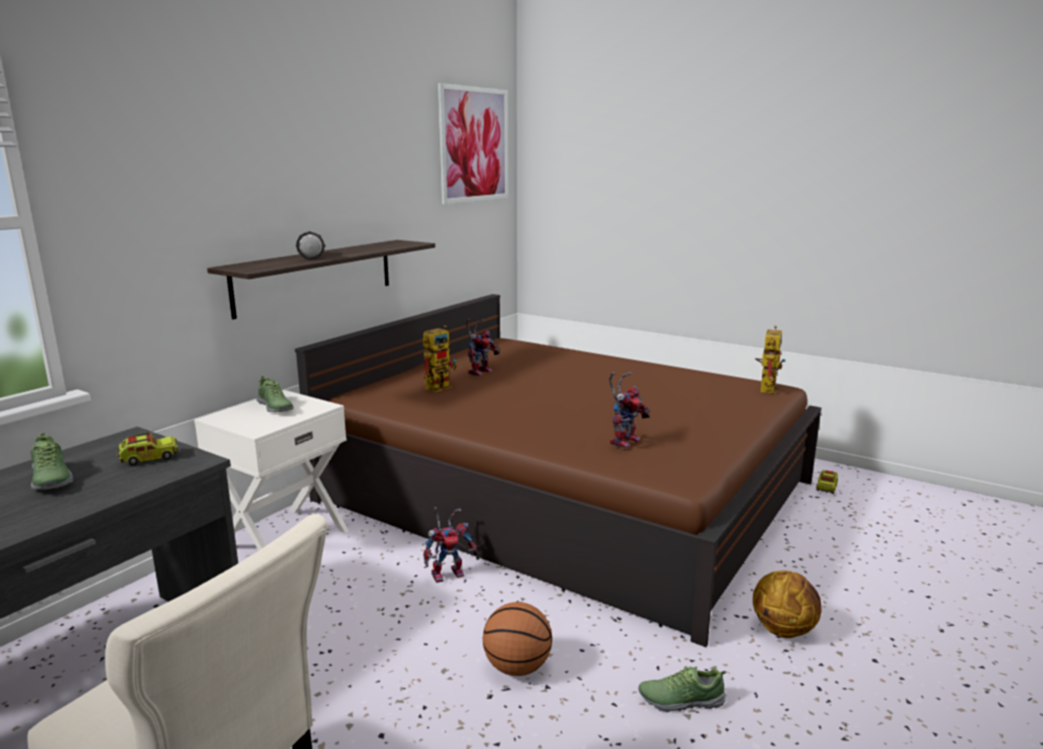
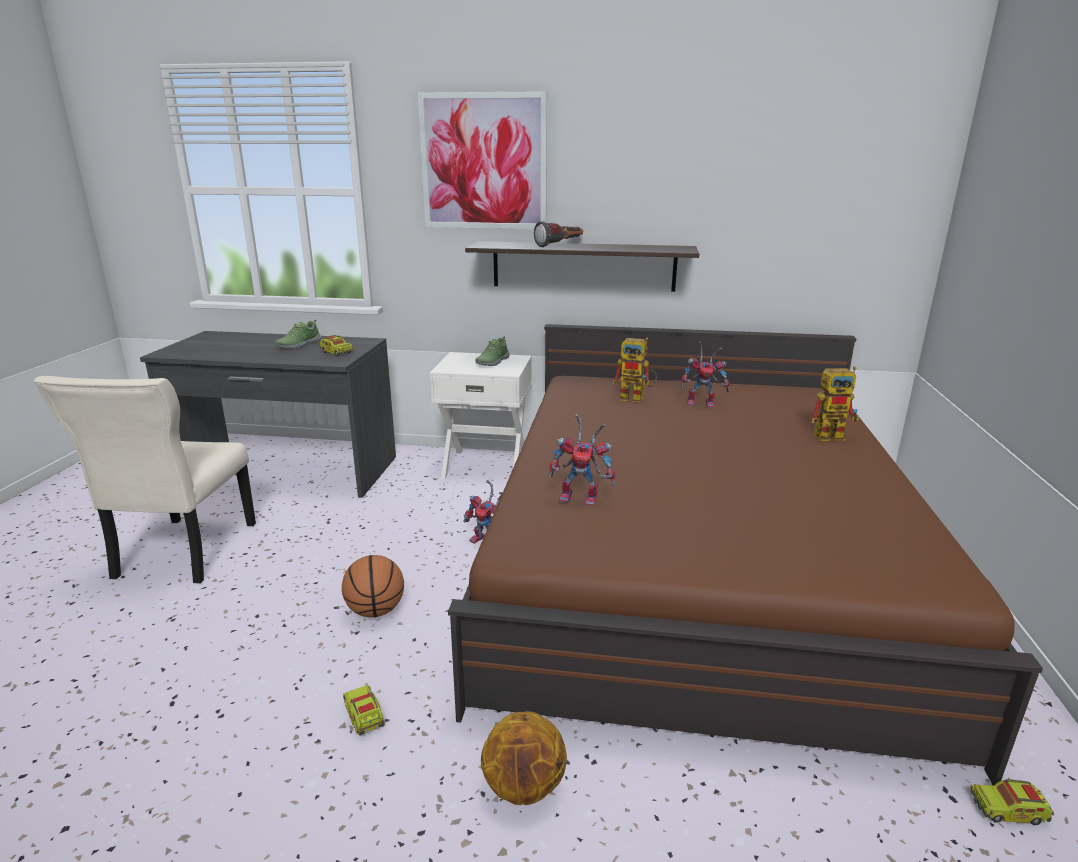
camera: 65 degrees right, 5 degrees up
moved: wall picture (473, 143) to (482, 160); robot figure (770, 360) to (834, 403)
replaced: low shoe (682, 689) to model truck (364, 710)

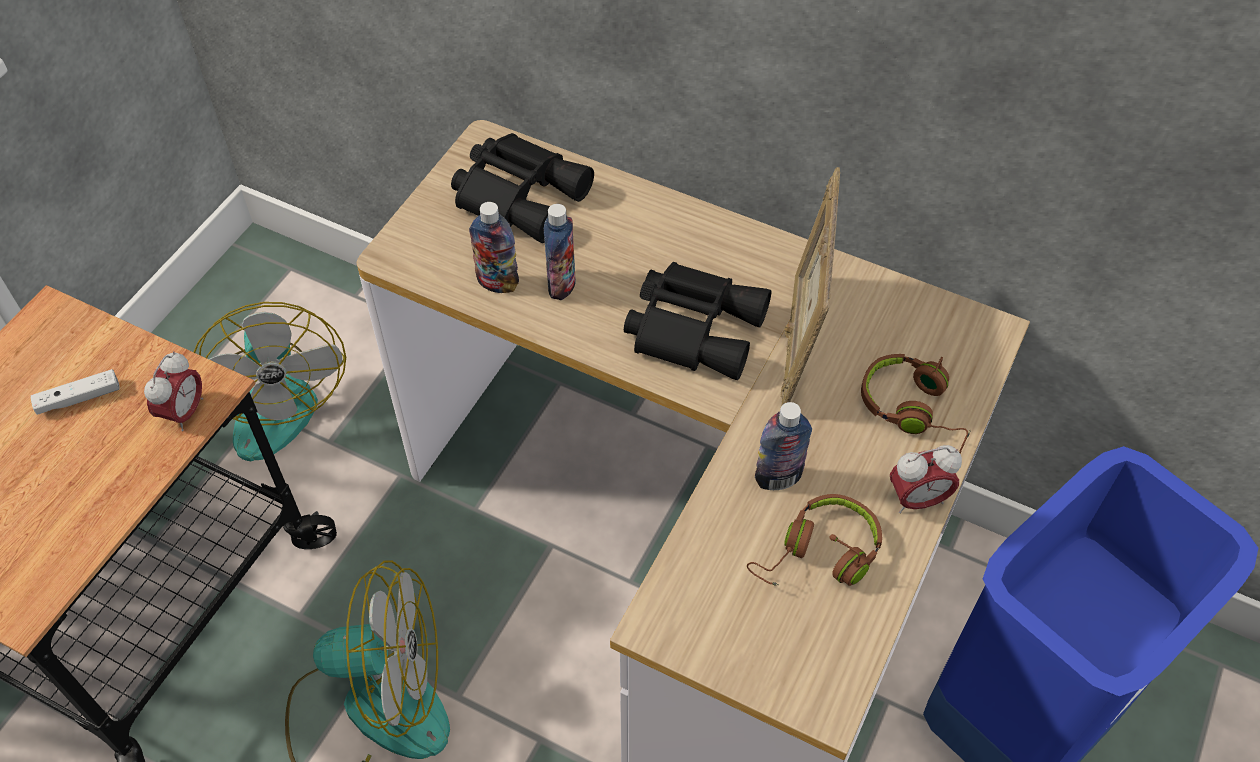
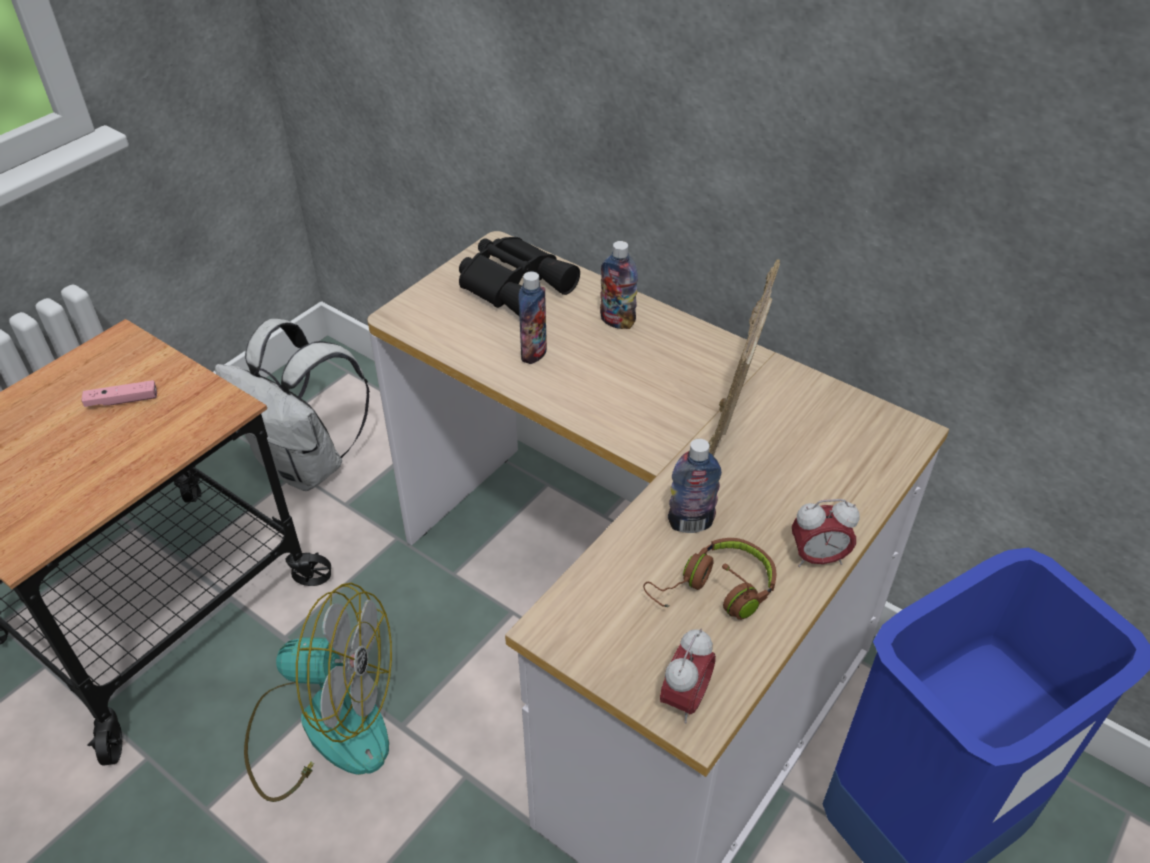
camera: 10 degrees right, 10 degrees down
removed: binoculars/blackish (697, 321); headphones/brownish (916, 403)
moved: drink bottle (494, 247) to (619, 285); table clock (173, 391) to (688, 676)
replaced: electric fan (270, 381) to rucksack/white (292, 405)
recoloured: game controller/white (75, 392) to game controller/pink (119, 393)

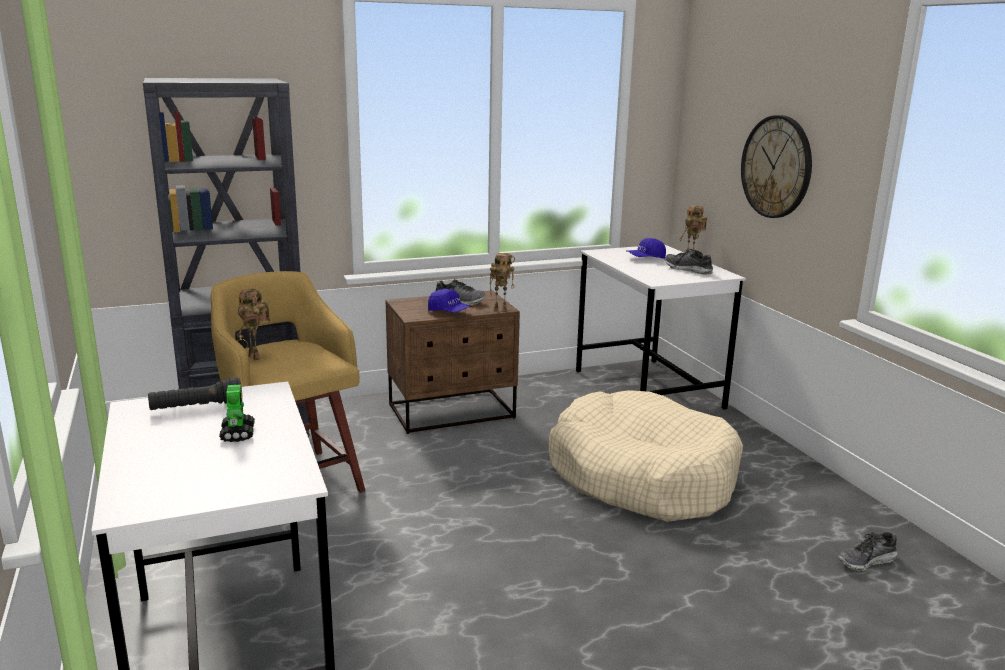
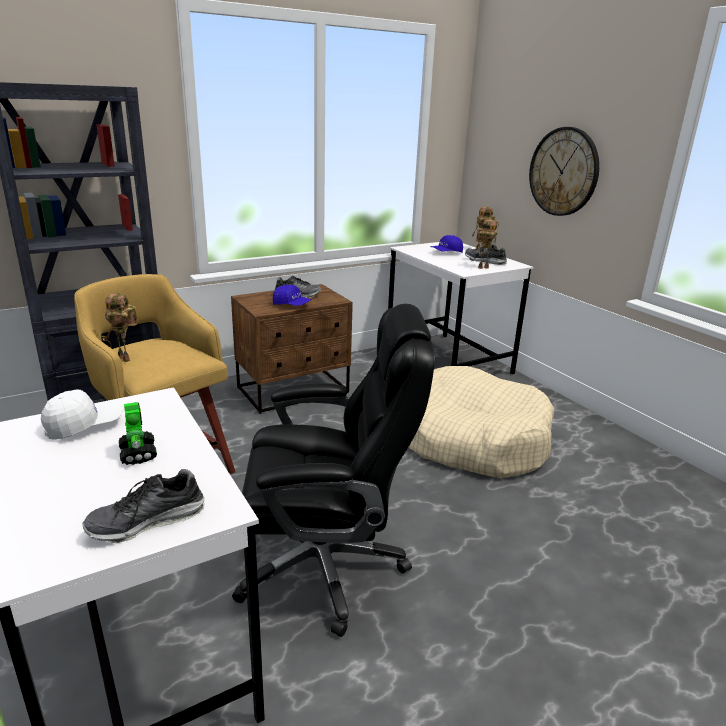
camera: 10 degrees left, 5 degrees up
added: desk chair/blackish (333, 470)
moved: low shoe (868, 550) to (143, 506); robot figure (502, 282) to (487, 244)
replaced: torch/blackish (194, 393) to baseball cap/white (82, 415)

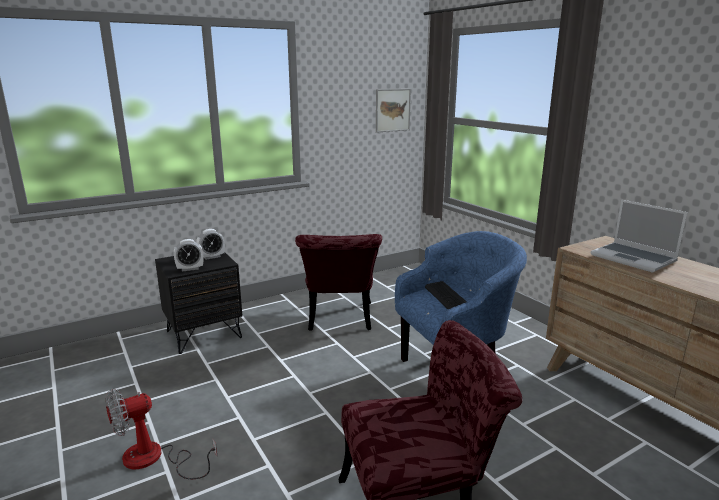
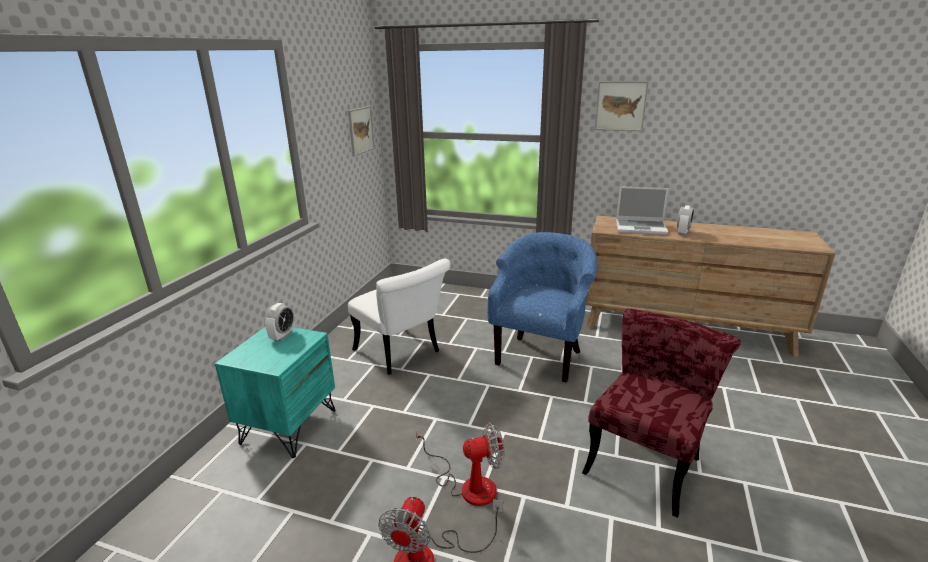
camera: 40 degrees left, 5 degrees up
removed: PC keyboard (446, 295)
added: electric fan (460, 464); wall picture (622, 106)
moved: table clock (188, 255) to (685, 220)
recoloured: bedside table/blackish (199, 303) to bedside table/turquoise-coloured (275, 392); chair/red (338, 282) to chair/white (399, 316)

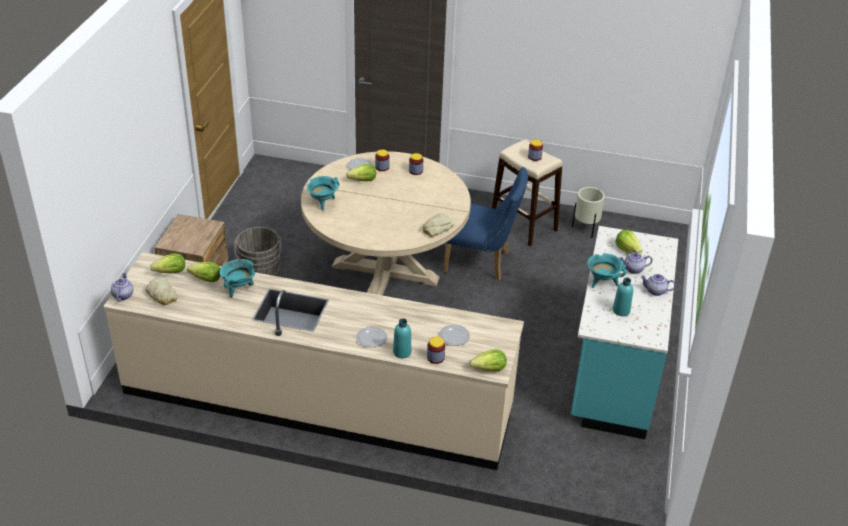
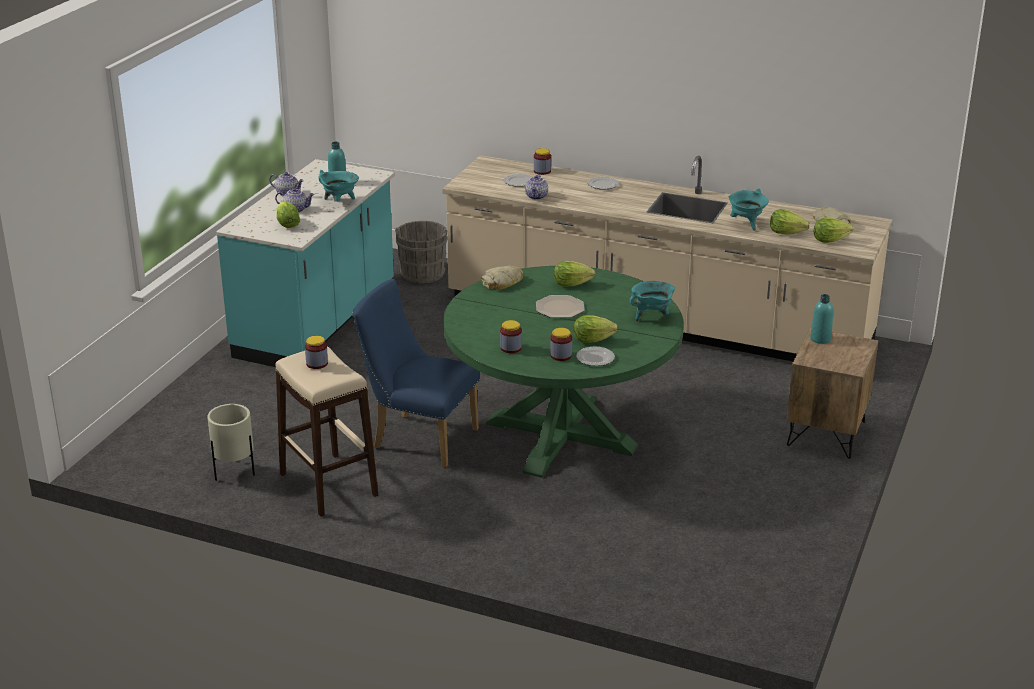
camera: 170 degrees left, 10 degrees down
added: dinner plate (560, 306)
moved: bucket/gray (257, 251) to (421, 252); tea pot (122, 287) to (536, 187); lettuce head (488, 360) to (575, 274); drink bottle/turquoise-coloured (402, 338) to (821, 319)
recoloured: kitchen table/sand-coloured (386, 223) to kitchen table/green-coloured (563, 372)

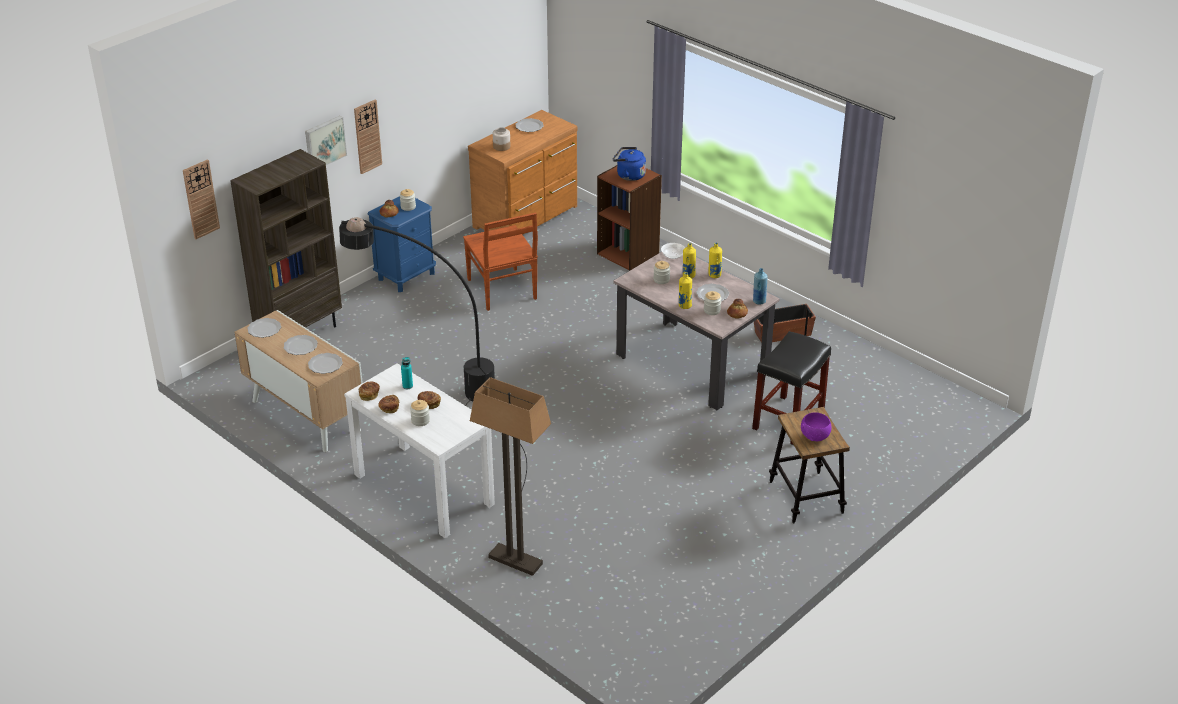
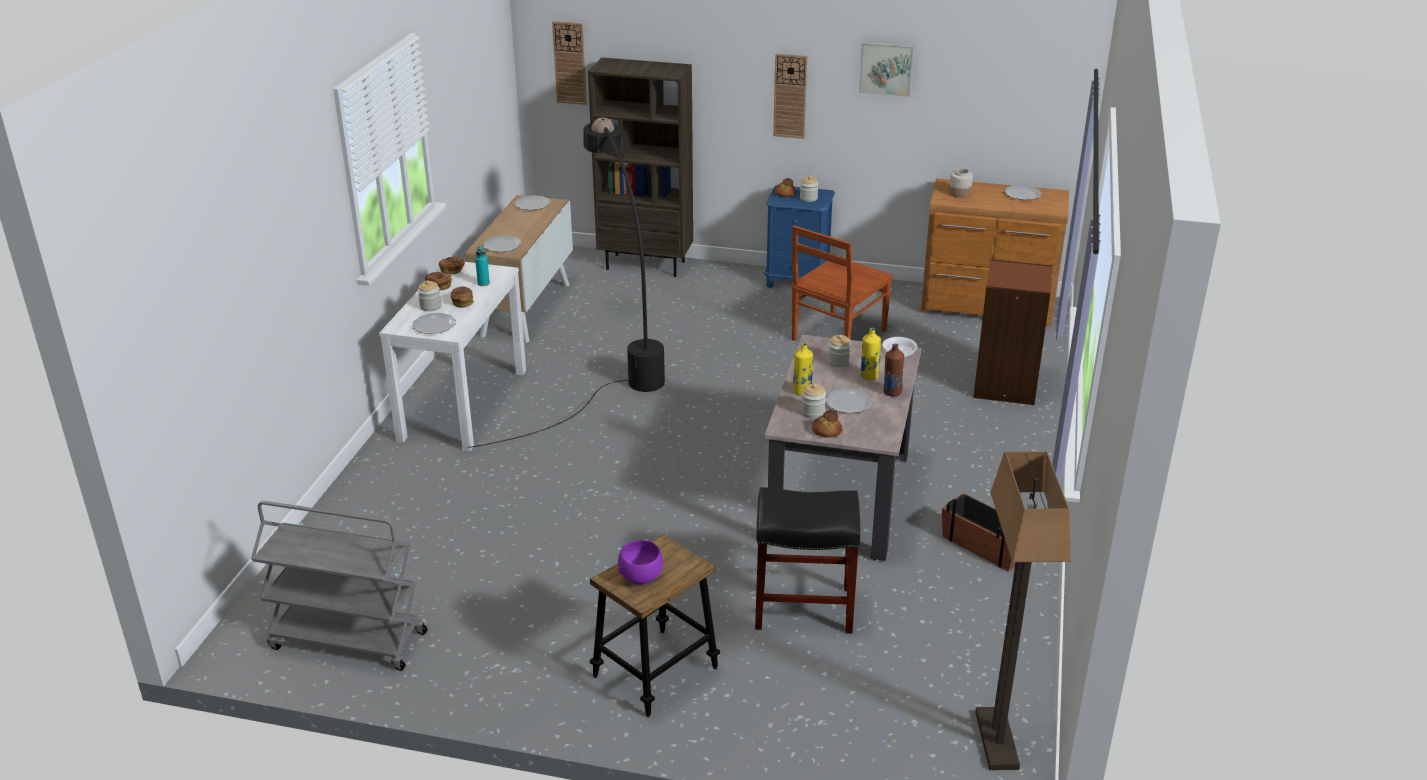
camera: 60 degrees right, 5 degrees down
removed: tea kettle/blue-coloured (629, 164); drink bottle/blue-coloured (760, 286)
added: cart/gray (339, 586)
moved: dinner plate (301, 345) to (434, 323); wall picture (326, 140) to (886, 69); standard lamp (510, 476) to (1023, 610)
recoloured: drink bottle/yellowish (715, 260) to drink bottle/brownish (894, 370)

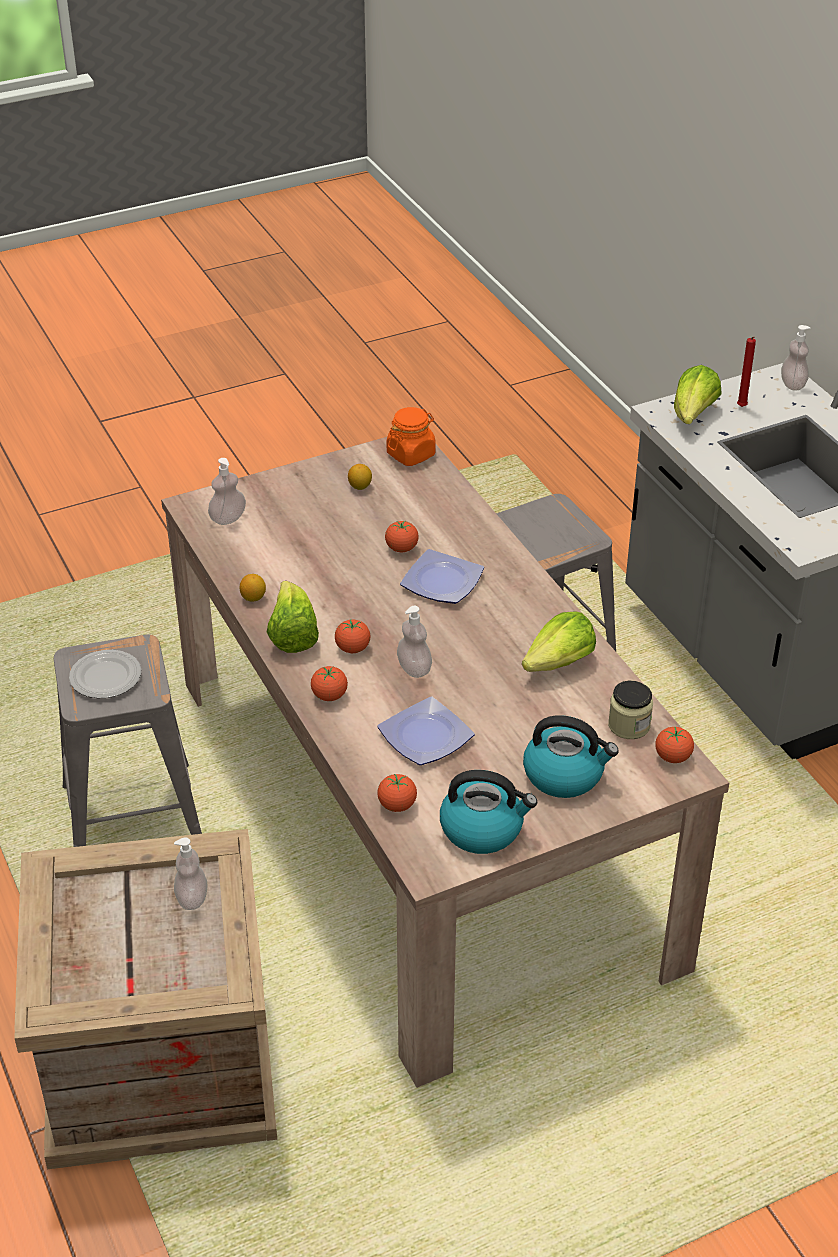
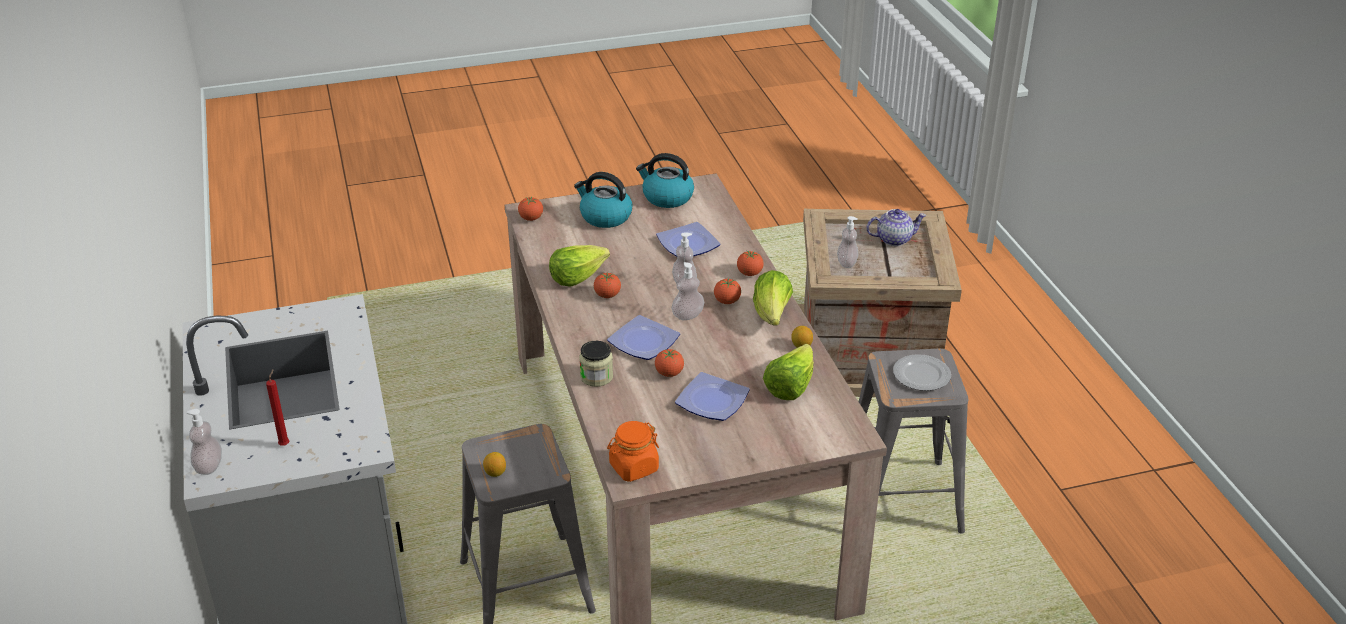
camera: 170 degrees left, 5 degrees down
added: dinner plate (712, 396); tea pot (896, 227)
moved: whole lemon (360, 477) to (494, 464); jar (630, 710) to (596, 364); fresh tomato (397, 793) to (607, 285); soap dispenser (227, 491) to (688, 291); lettuce head (698, 394) to (788, 372)

